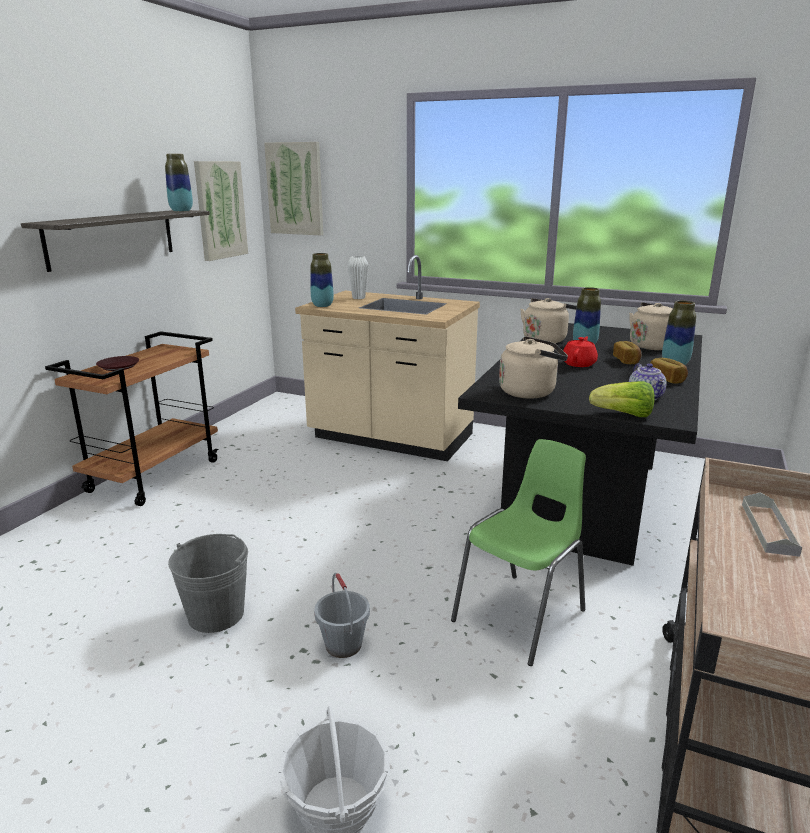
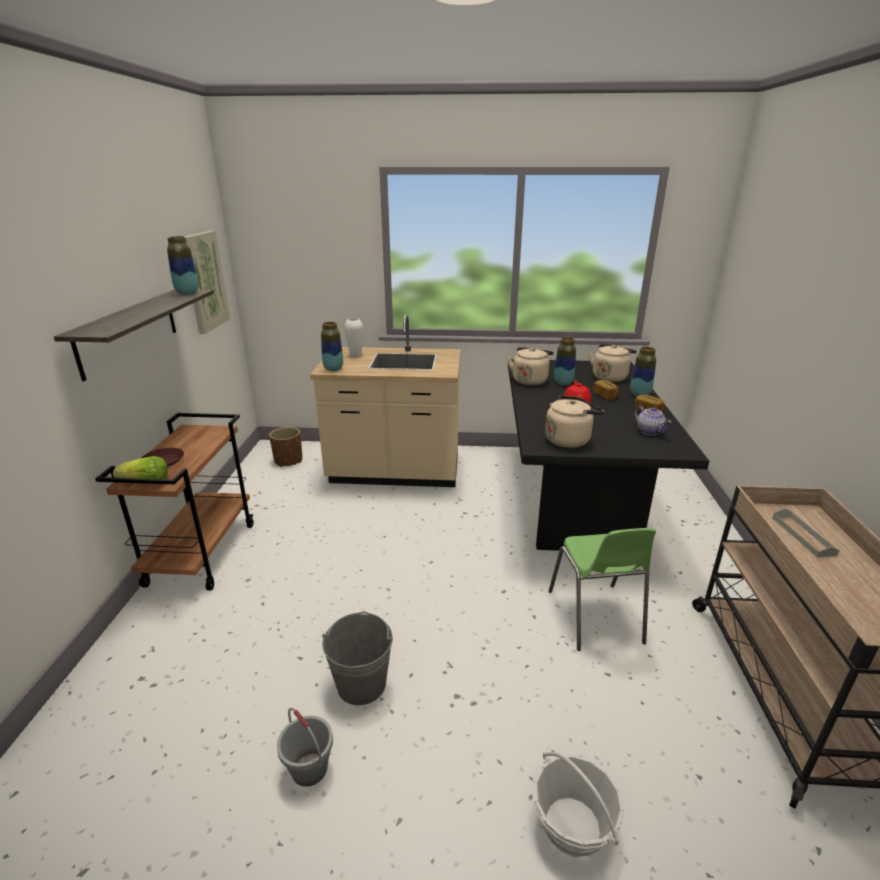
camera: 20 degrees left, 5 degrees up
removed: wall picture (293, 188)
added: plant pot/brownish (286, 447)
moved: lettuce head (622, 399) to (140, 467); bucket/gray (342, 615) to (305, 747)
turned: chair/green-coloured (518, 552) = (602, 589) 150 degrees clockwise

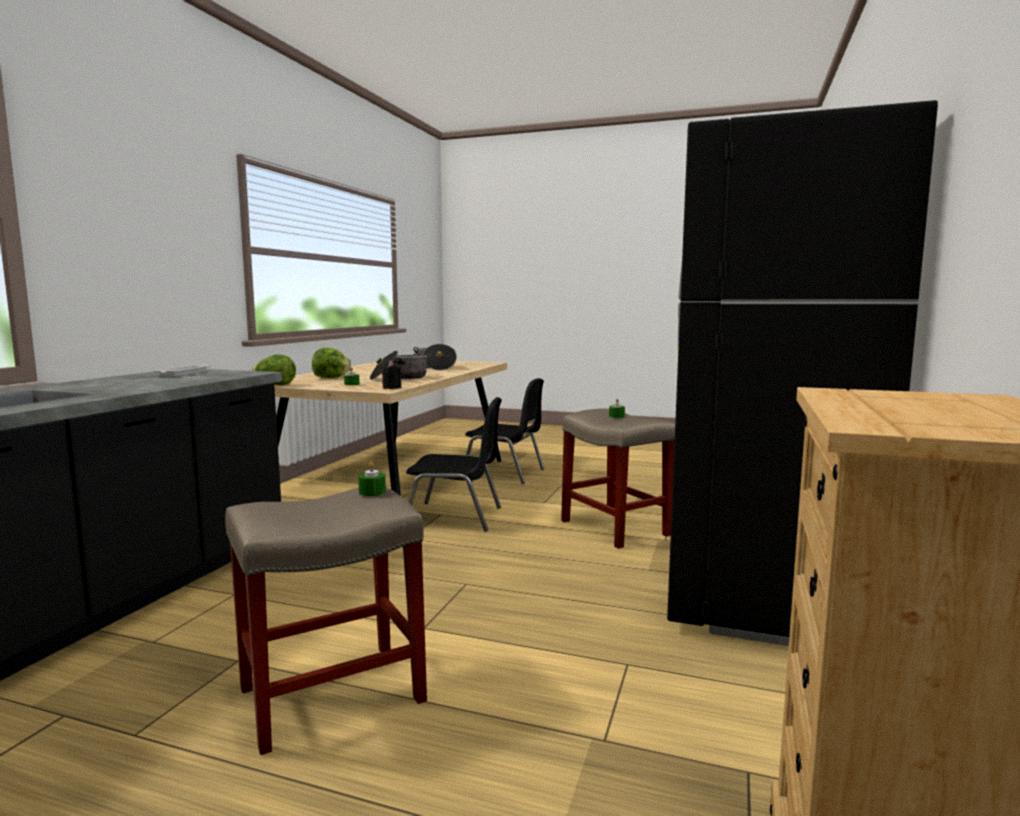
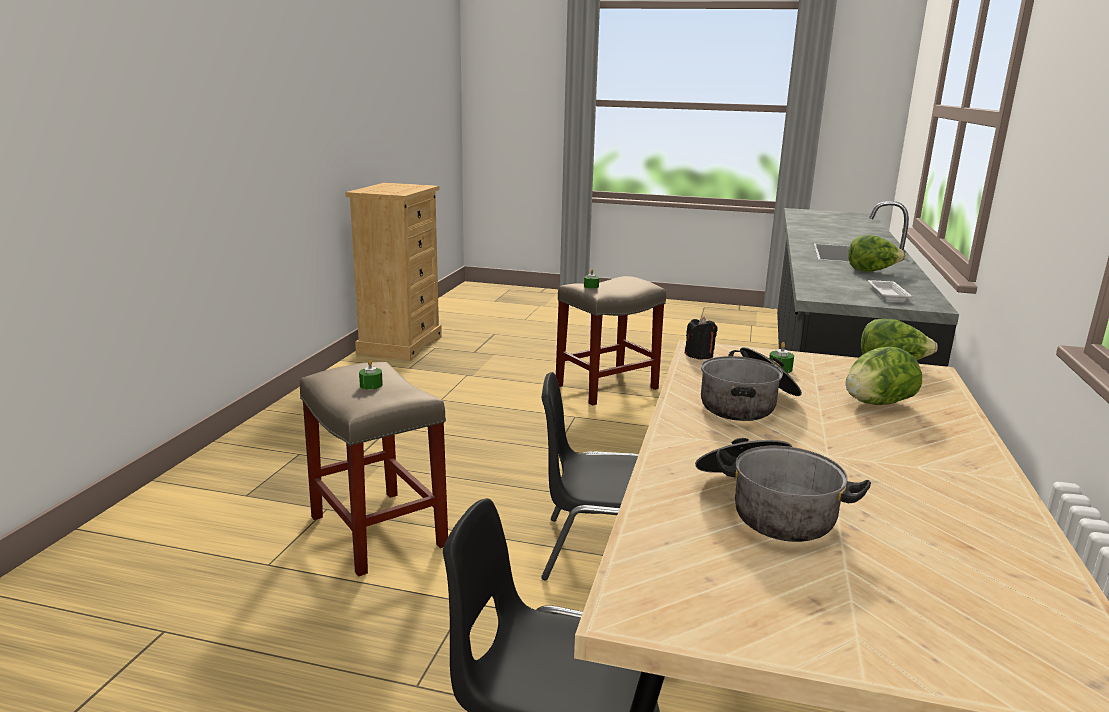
camera: 175 degrees right, 10 degrees up
removed: fridge/blackish (802, 373)
added: lettuce head (877, 253)

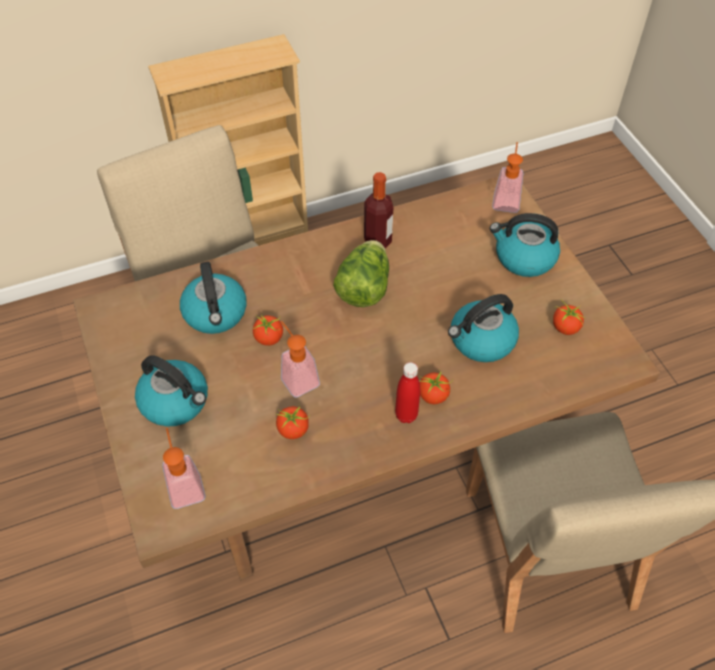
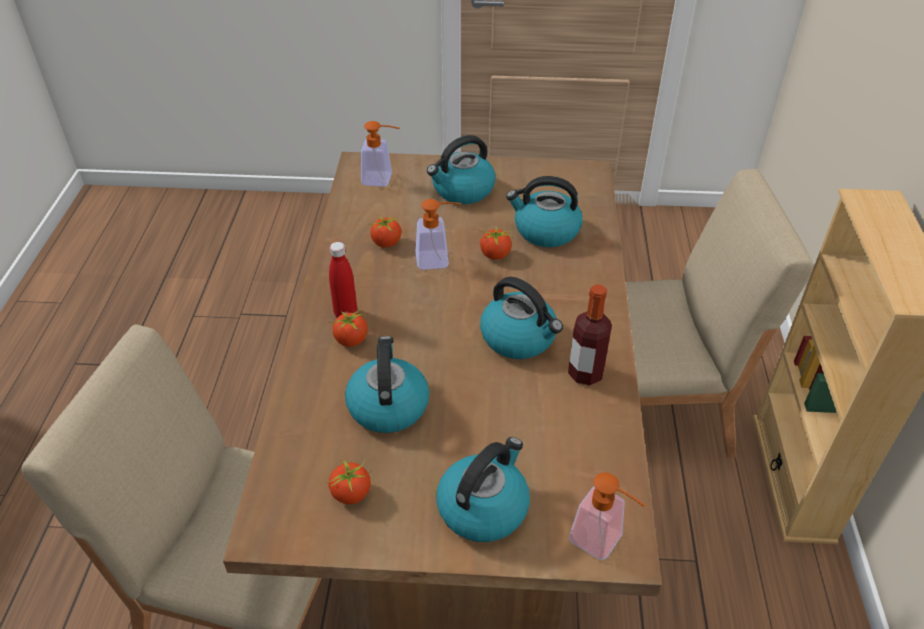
camera: 115 degrees right, 10 degrees down
replaced: lettuce head (361, 273) to tea kettle (521, 318)

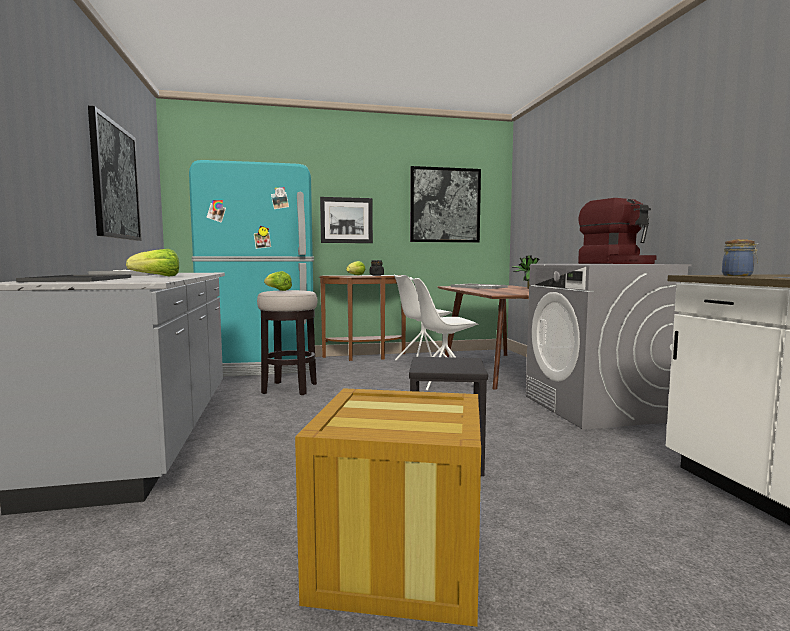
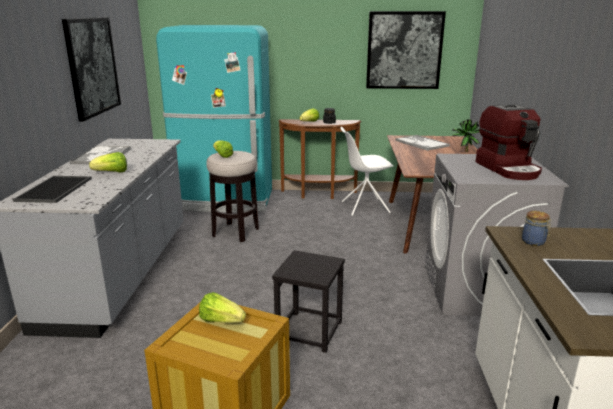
camera: 15 degrees right, 15 degrees up
removed: wall picture (346, 220); chair/white (444, 334)
added: lettuce head (222, 307)

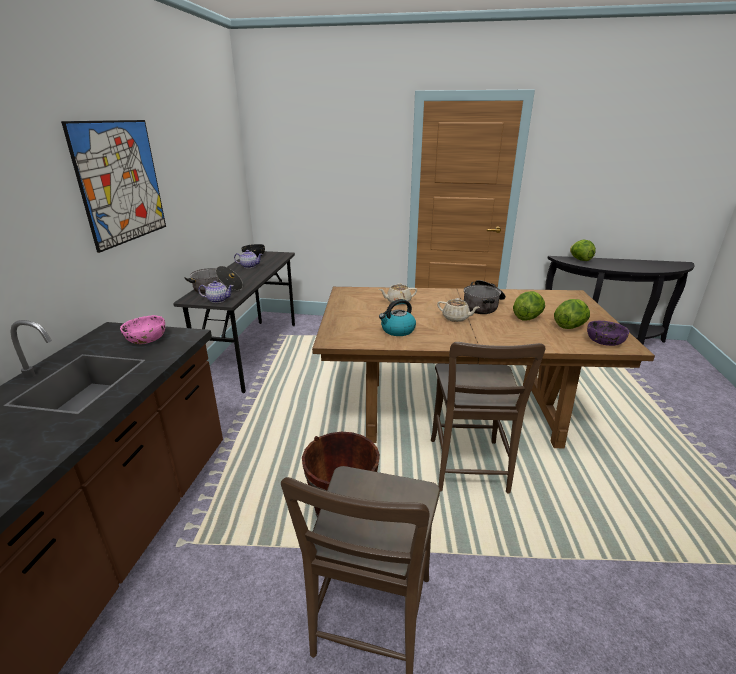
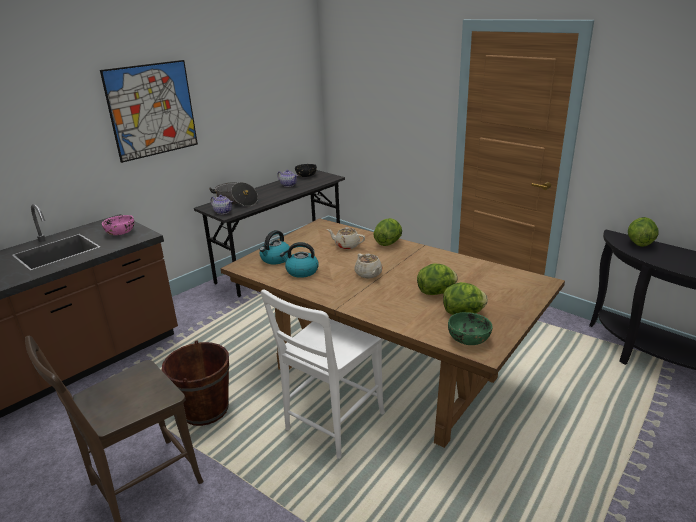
camera: 35 degrees right, 0 degrees up
removed: stockpot (485, 297)
added: tea kettle (275, 247); lettuce head (387, 232)
recoloured: chair/brownish (488, 418) to chair/white (323, 374); serving bowl/purple-coloured (608, 333) to serving bowl/green-coloured (470, 328)

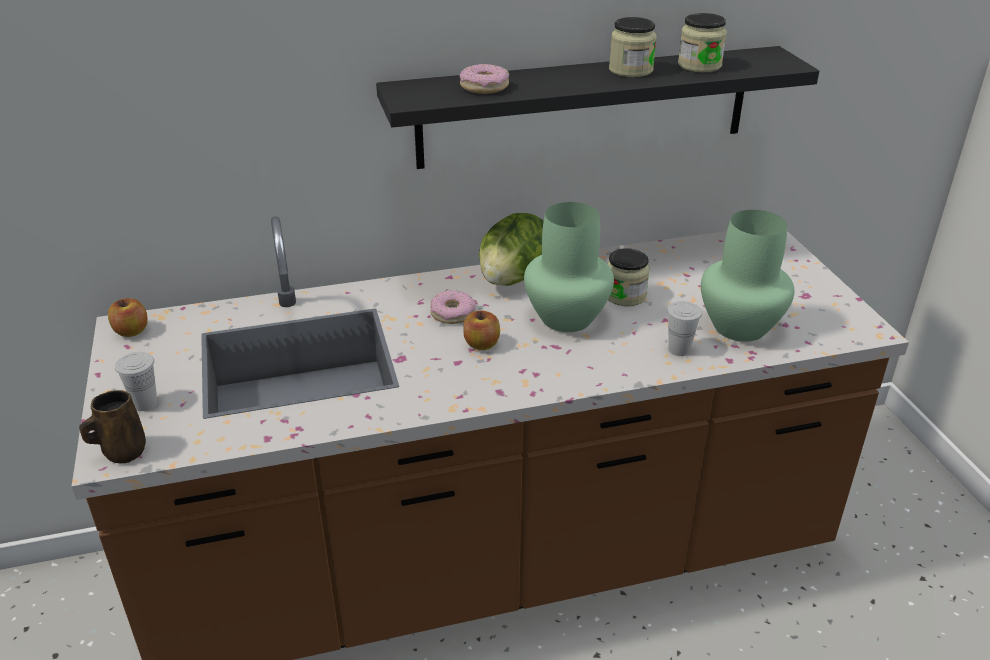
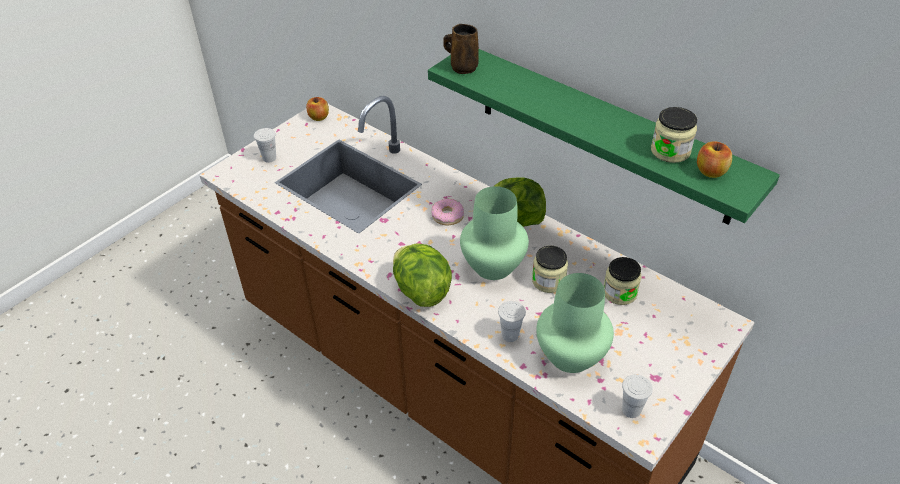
camera: 55 degrees right, 10 degrees up
removed: doughnut (484, 79)
added: lettuce head (422, 275); cup/white (637, 396)
moved: mug/brownish (112, 427) to (461, 49); jar (633, 47) to (623, 281); whole apple (481, 330) to (714, 159)
recoloured: wall shelf/blackish (597, 107) to wall shelf/green-coloured (604, 137)

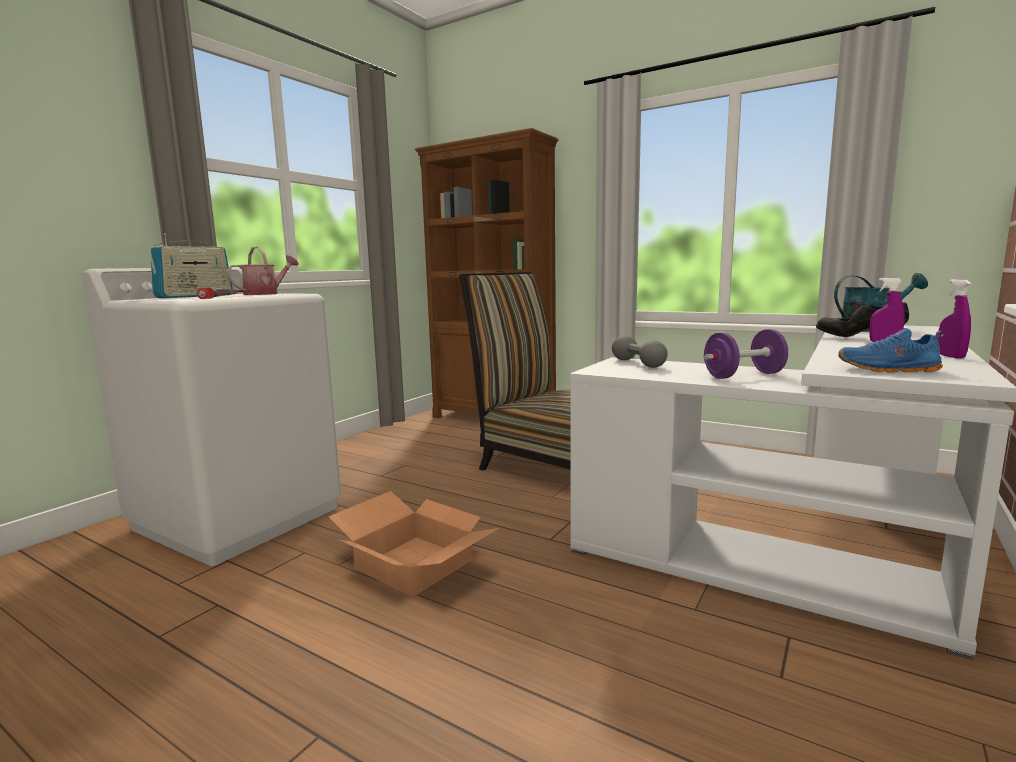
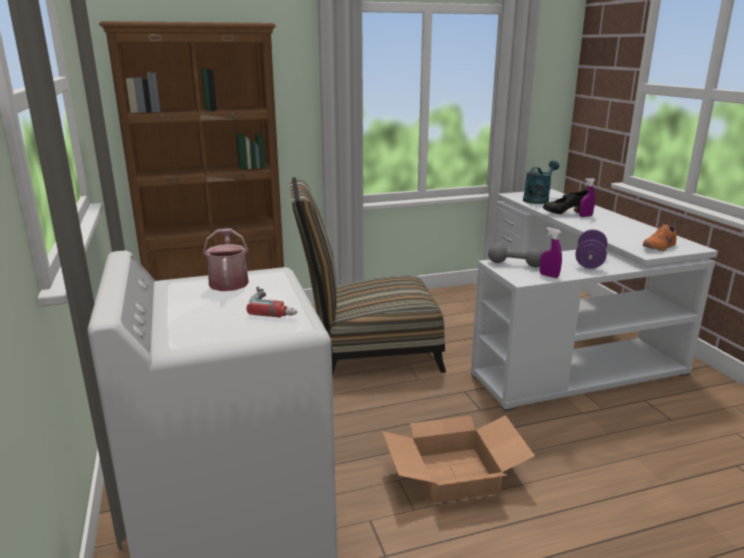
camera: 50 degrees left, 10 degrees up
removed: radio receiver (191, 266)
moved: sprayer/purple-coloured (954, 318) to (551, 252)
recoloured: low shoe/blue-coloured (891, 350) to low shoe/orangey (660, 237)

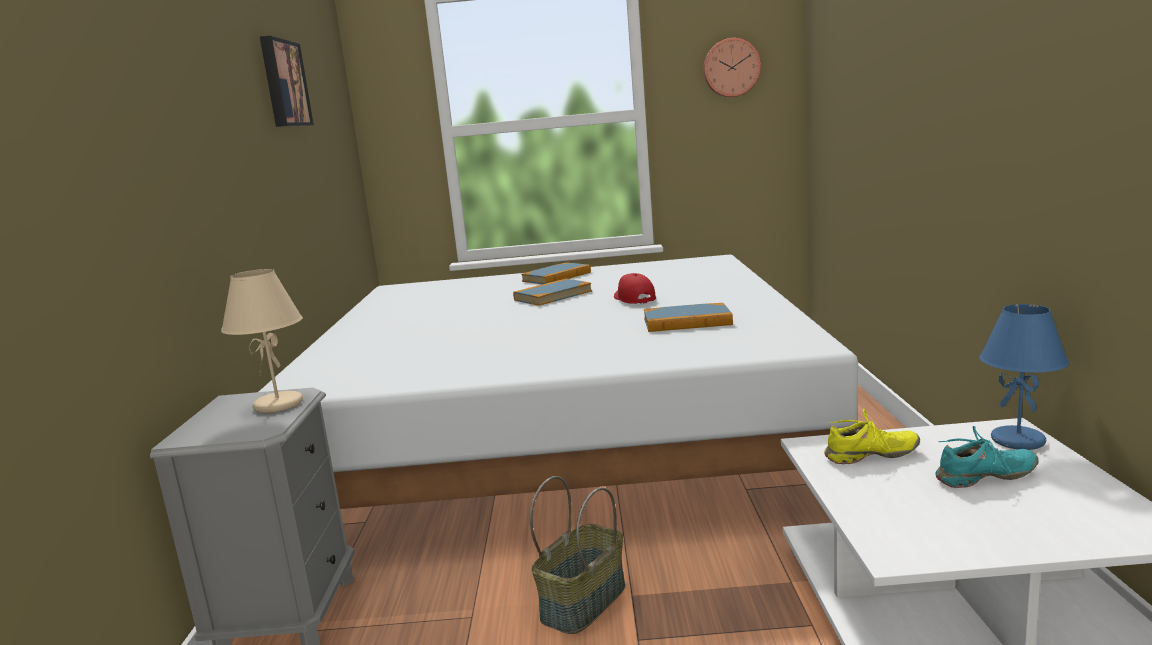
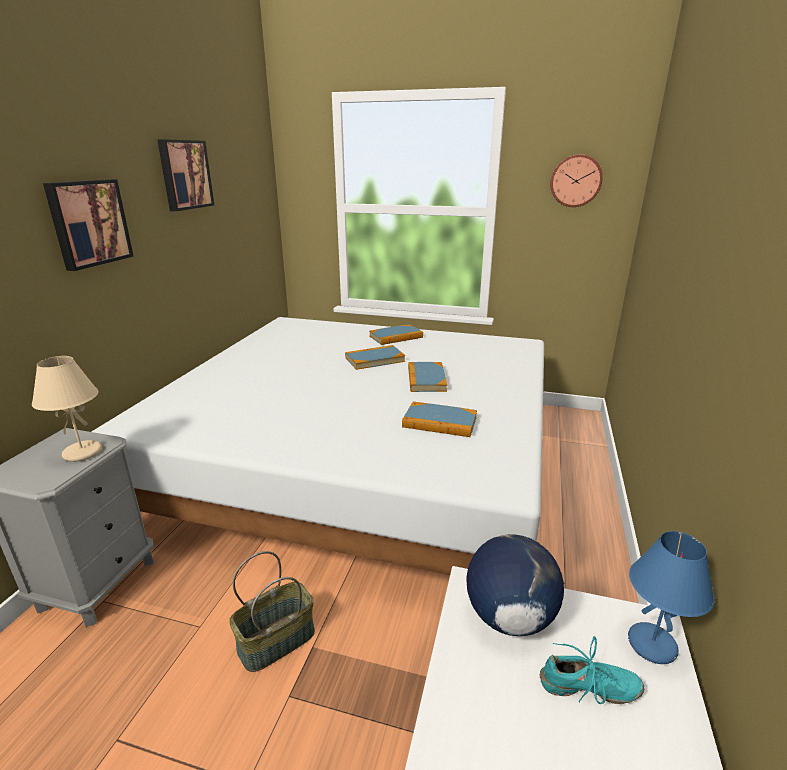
camera: 15 degrees right, 10 degrees up
added: wall picture (88, 225)
replaced: baseball cap/red (635, 288) to bound book (427, 377); low shoe/yellowish (872, 436) to desk globe (515, 585)

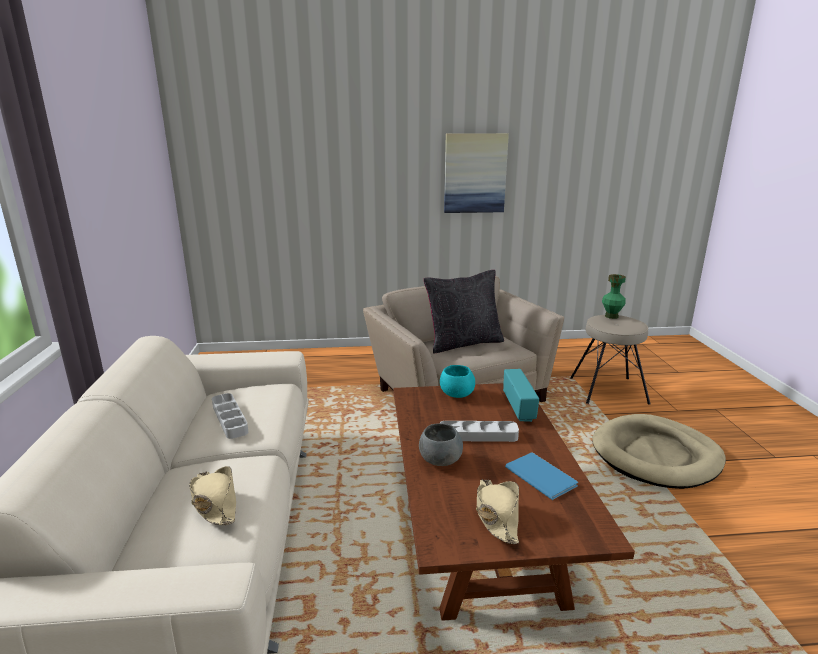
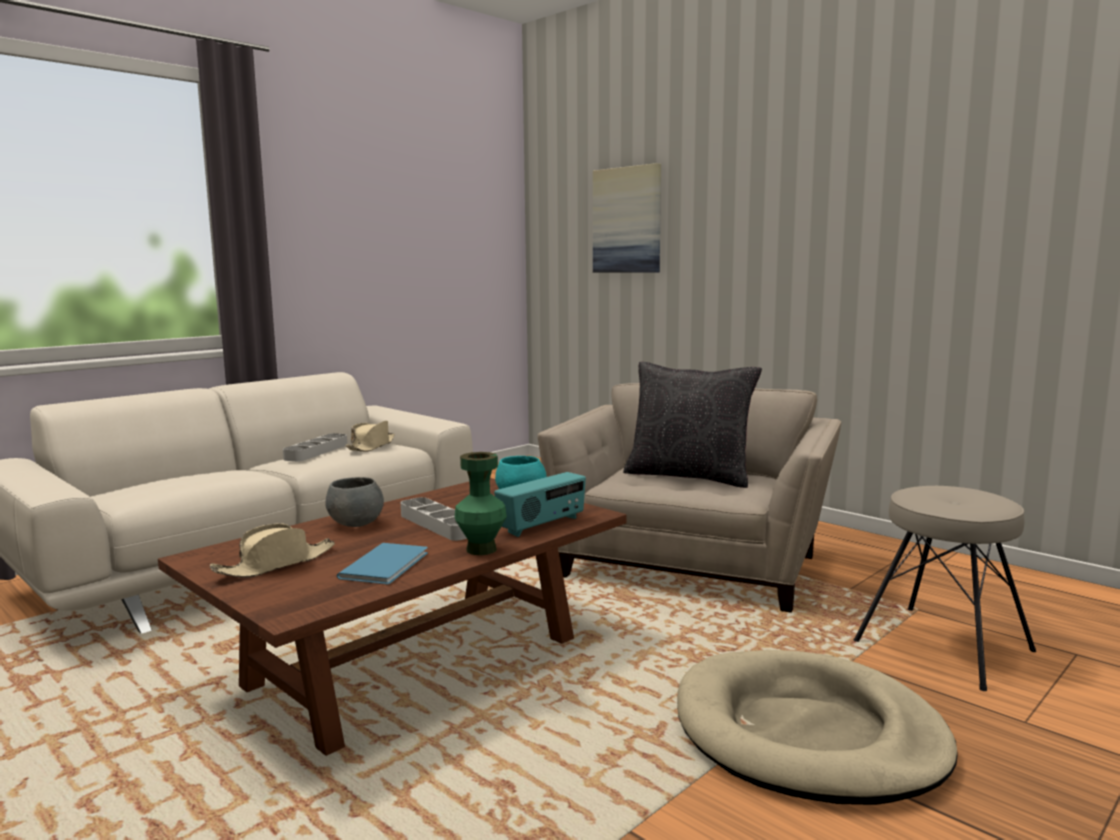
camera: 50 degrees right, 10 degrees down
moved: hat/sand-coloured (212, 495) to (370, 436); decorative vase/green-coloured (614, 296) to (481, 503); wall picture (476, 173) to (627, 218)

